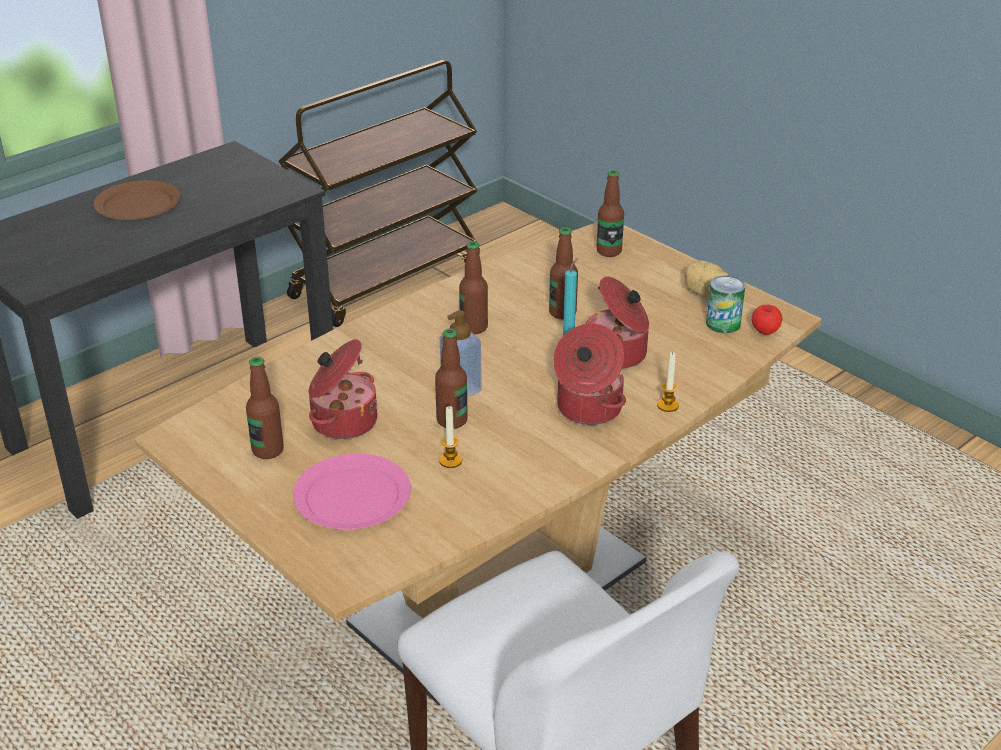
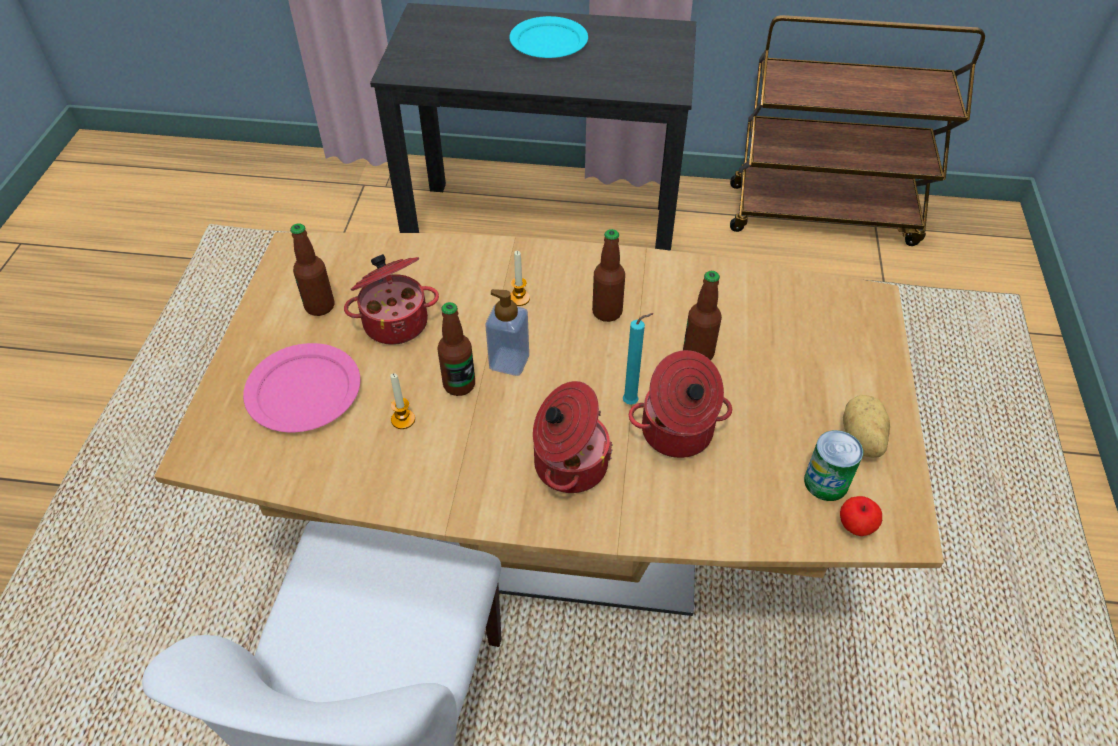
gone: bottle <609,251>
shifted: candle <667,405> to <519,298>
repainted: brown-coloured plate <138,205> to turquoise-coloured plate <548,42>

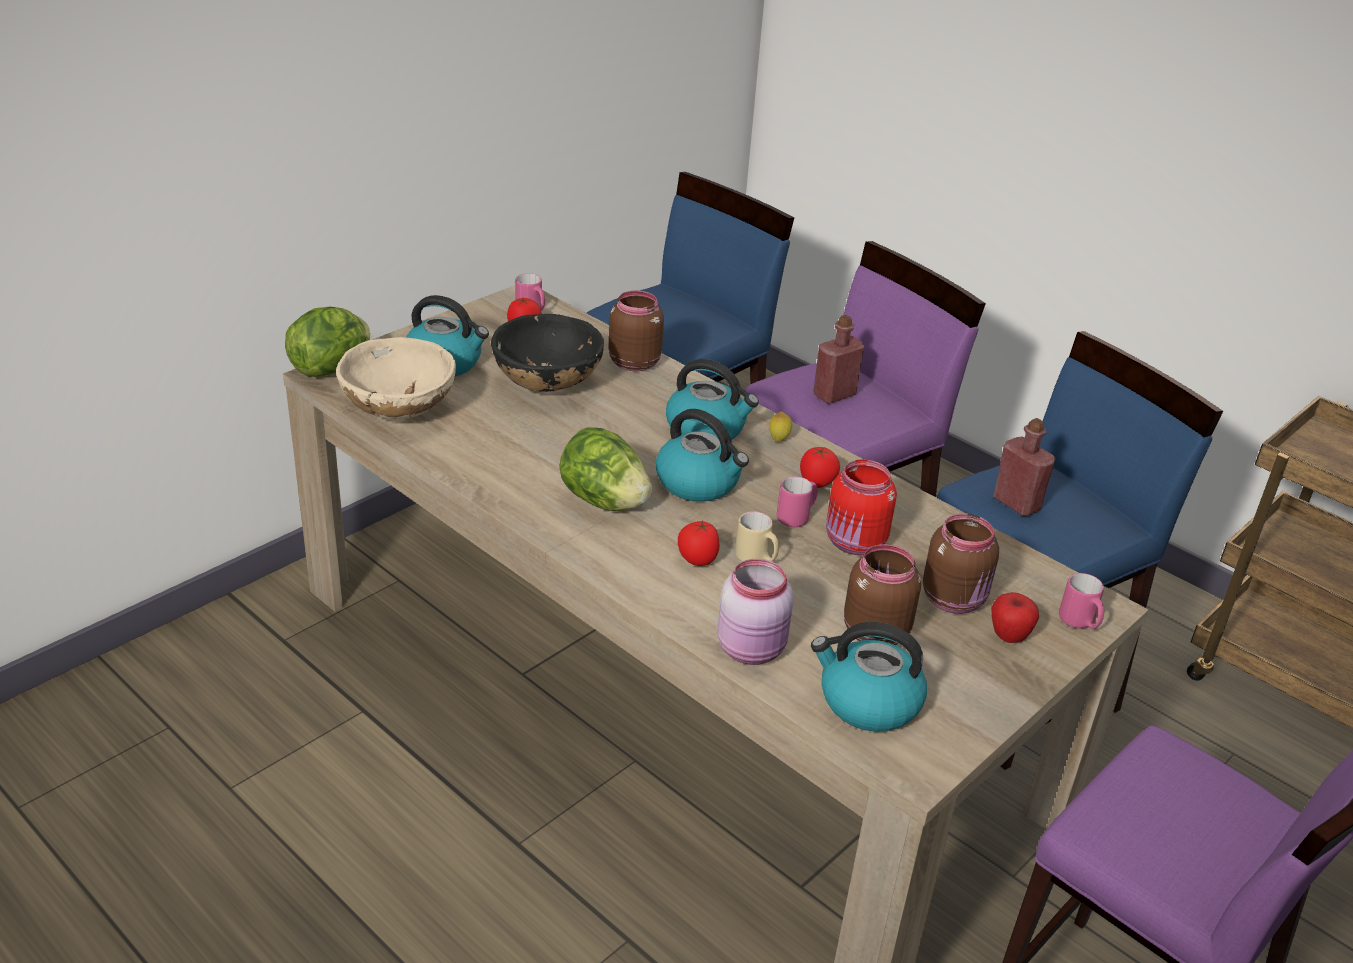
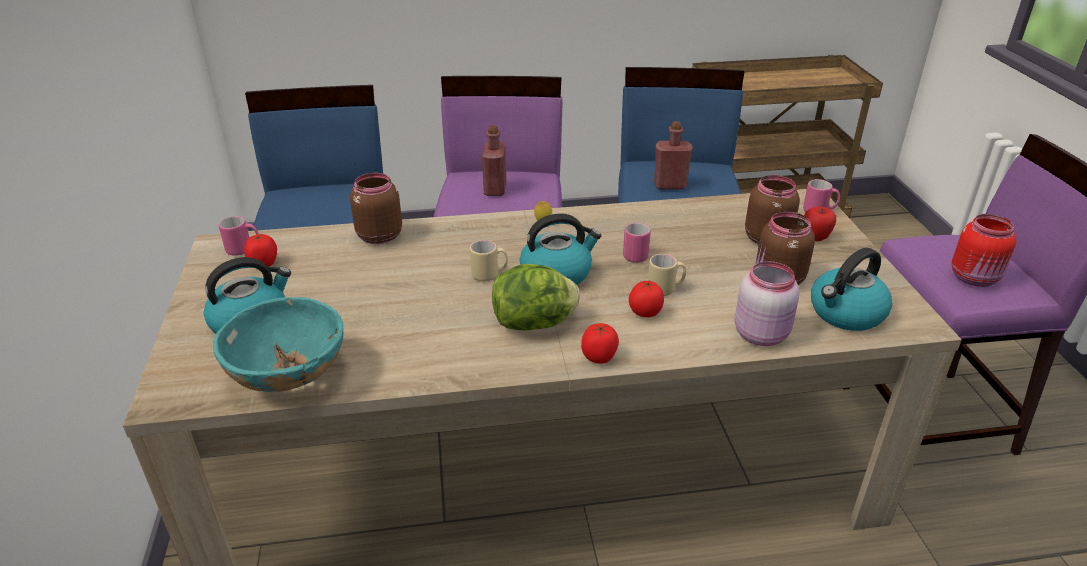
gone: lettuce head <332,369>; blackish deep dish <547,386>; water kettle <707,429>
new: sand-coloured coffee mug <489,275>
shifted: whole tomato <817,483> to <599,357>; red storage jar <855,544> to <975,278>
repainted: sand-coloured deep dish <398,413> to turquoise-coloured deep dish <289,378>

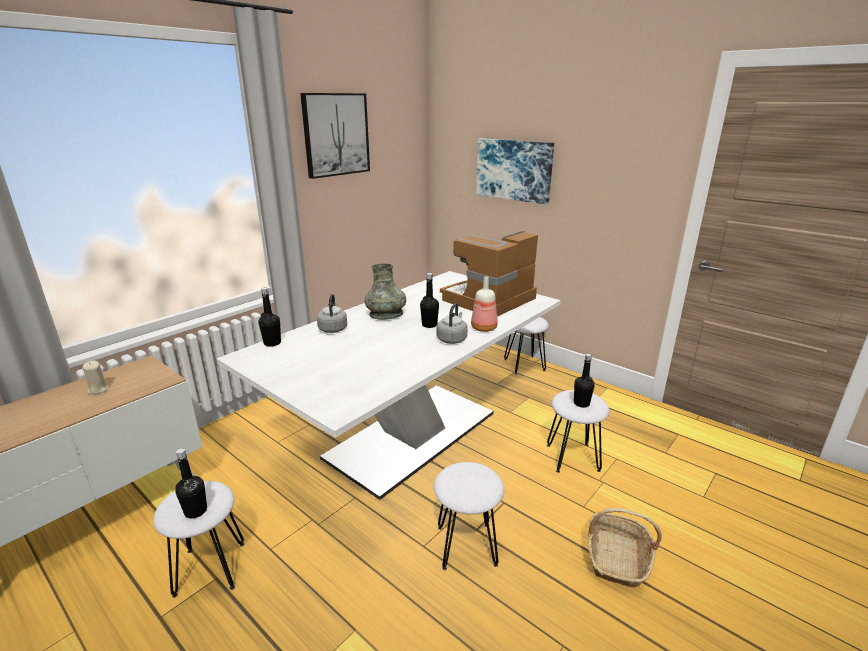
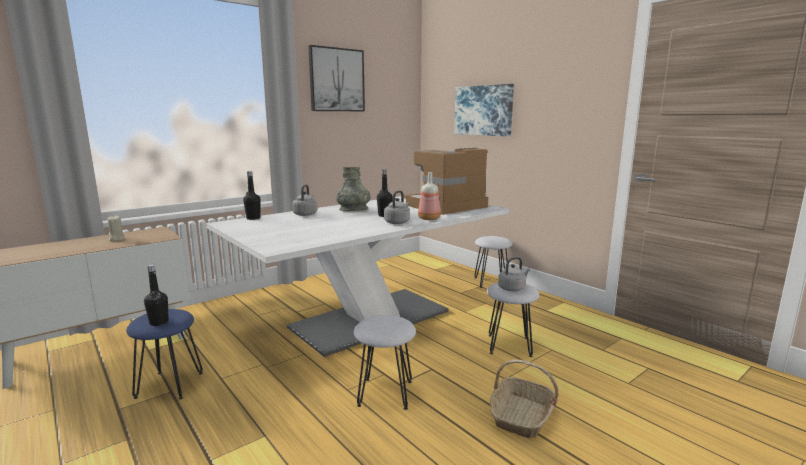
swapped: blackish bottle <581,403> to greyish water kettle <512,288>
repainted: whitish stool seat <209,568> to blue stool seat <169,385>

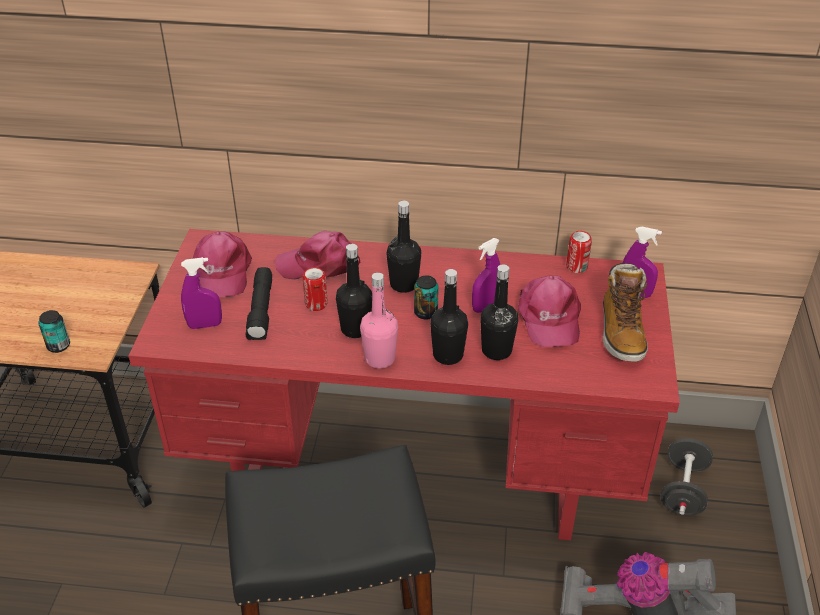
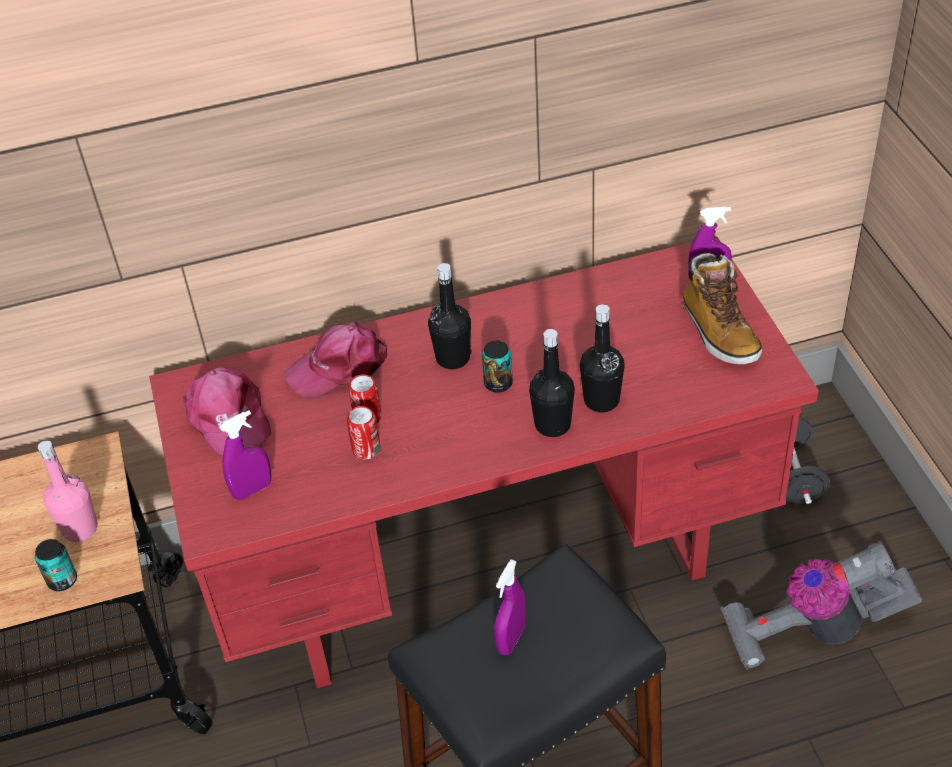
gone: blackish torch <262,311>; blackish bottle <355,329>; pink cap <549,318>
shifted: pink bottle <380,358> to <80,528>; purplish spray bottle <485,306> to <511,639>; metal can <576,267> to <366,449>

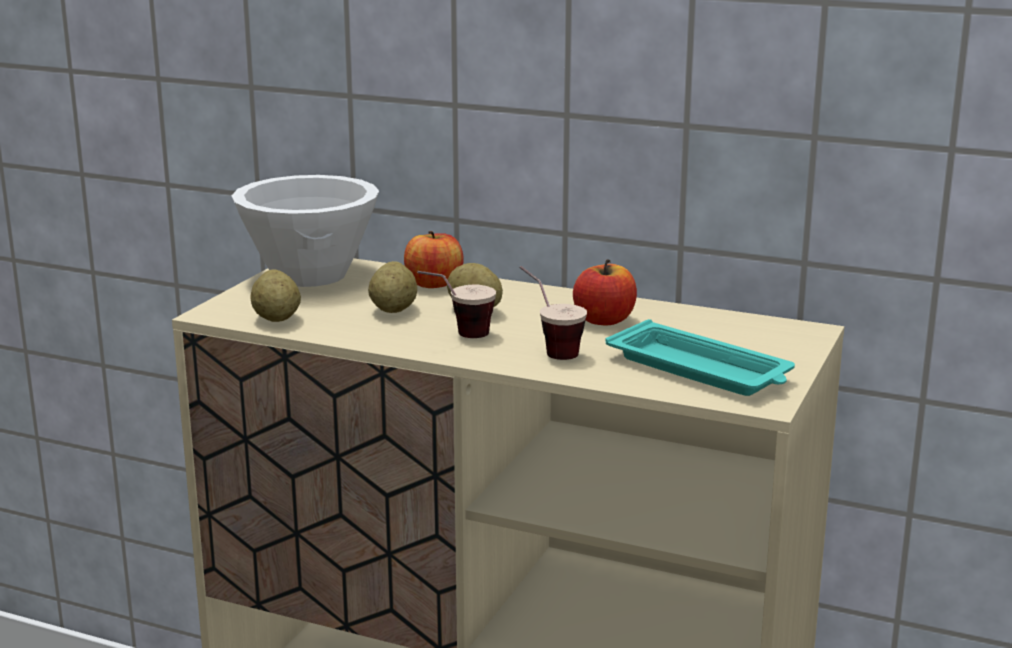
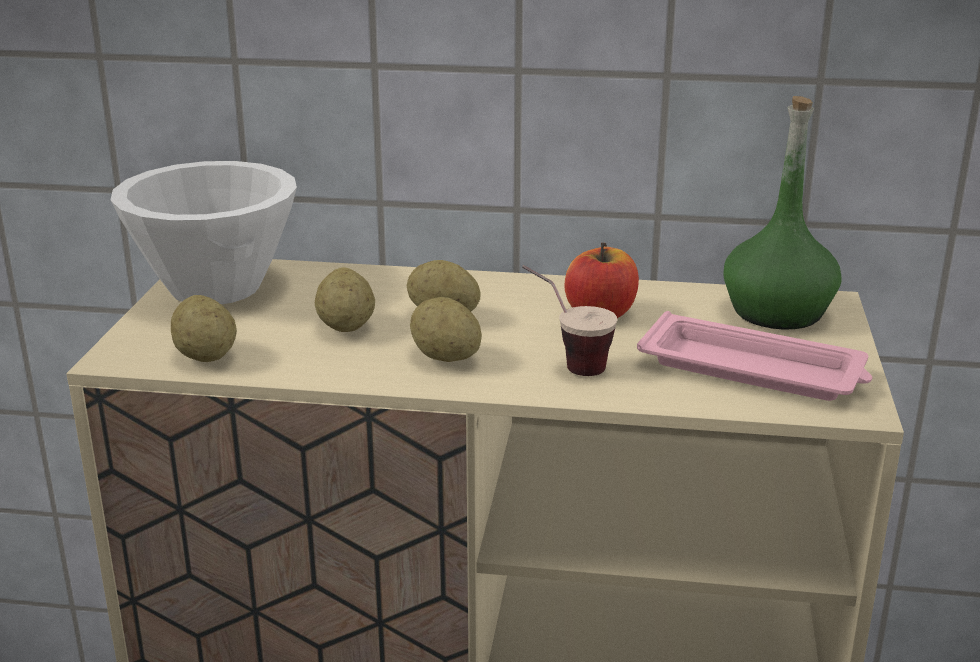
gone: whole apple <433,284>
new: greenish bottle <778,312>
swapped: small cup <456,337> to whole potato <446,357>
repainted: turquoise-coloured serving tray <701,370> to pink serving tray <754,370>

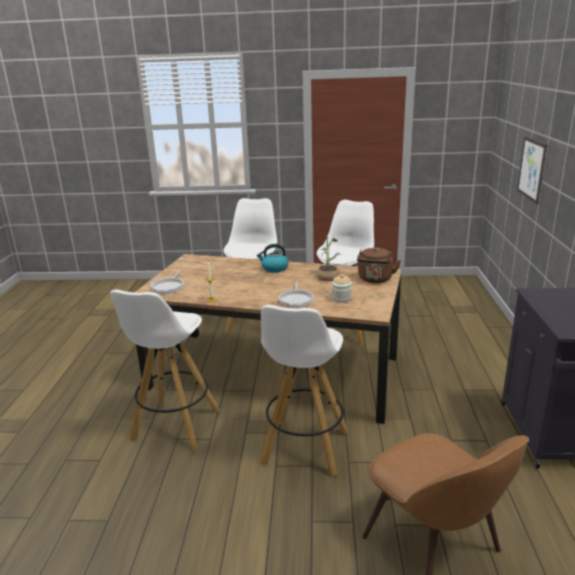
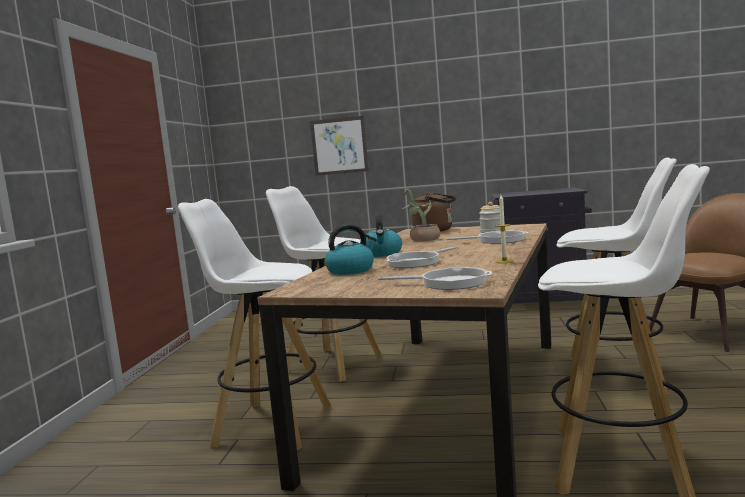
new: water kettle <351,270>; frying pan <416,262>

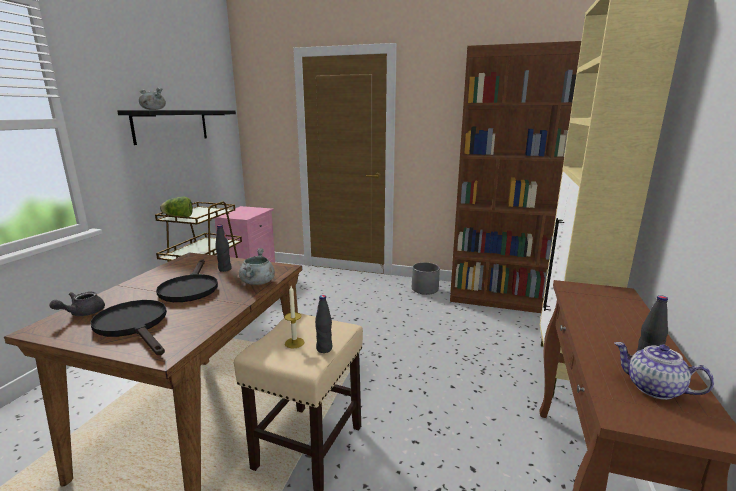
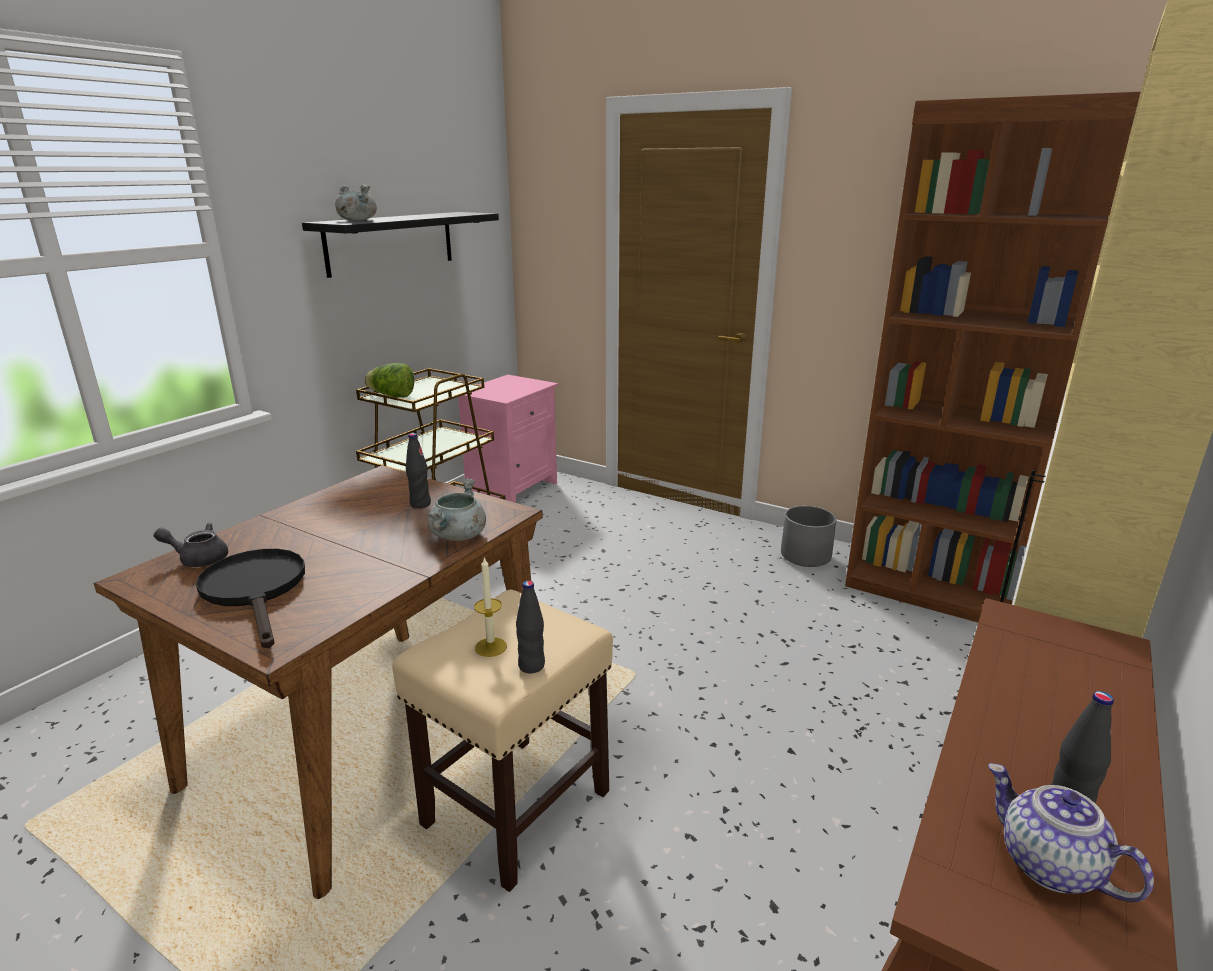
gone: blackish frying pan <190,288>
rotated: greyish teapot <82,313> = <198,558> 45 degrees clockwise

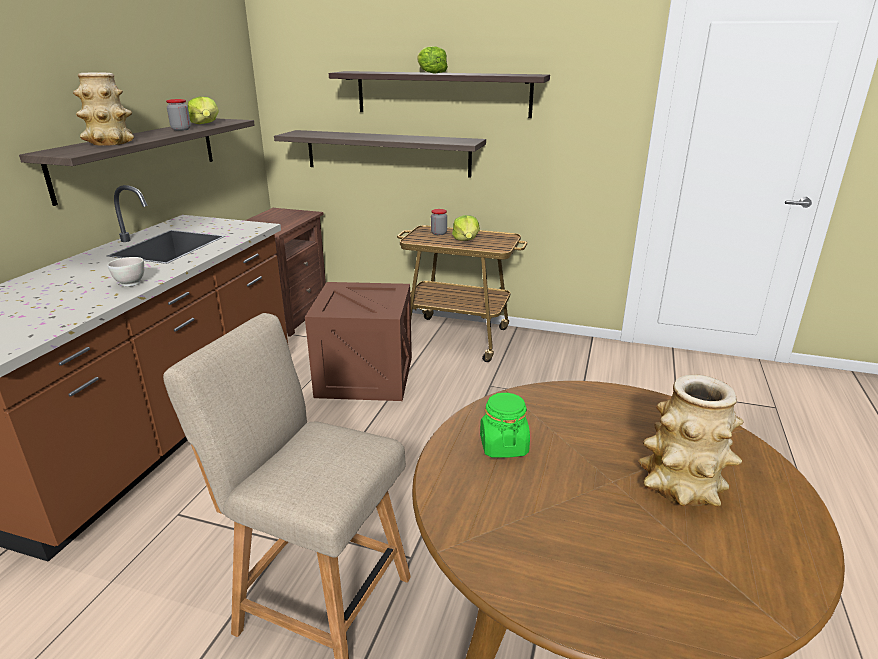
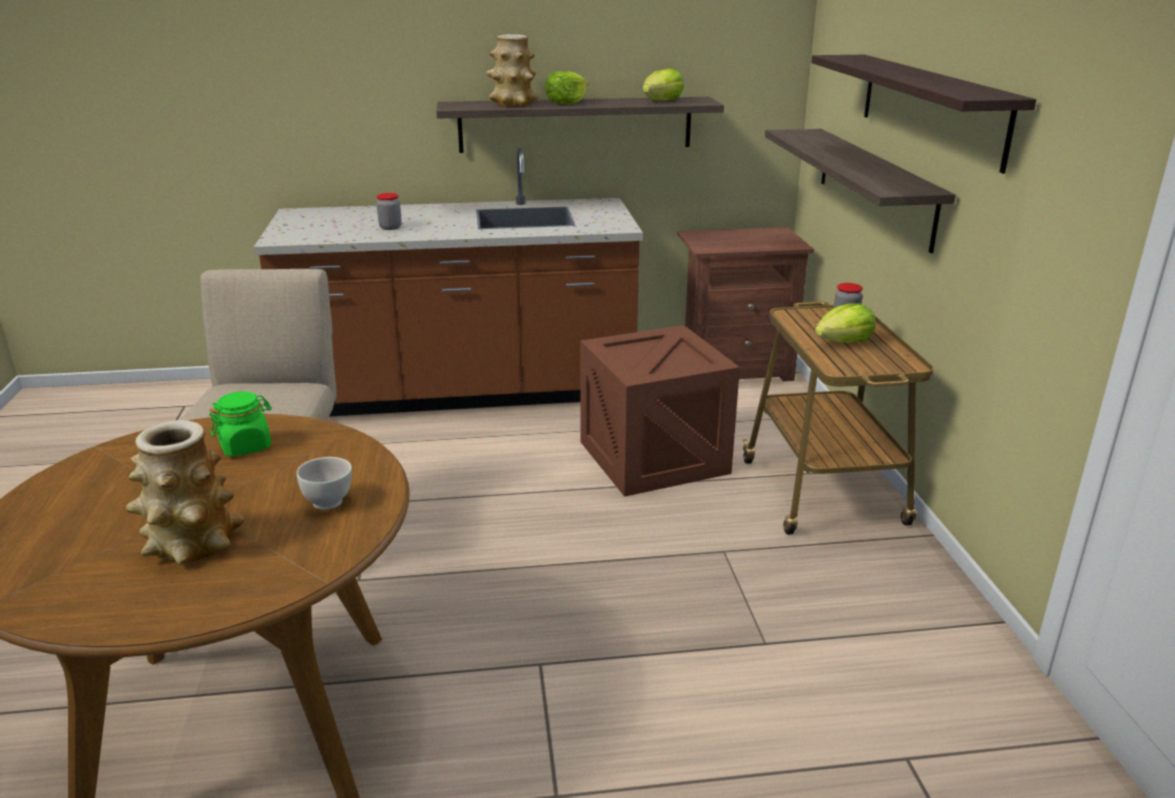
shifted: whitish deep dish <130,283> to <328,502>; storage jar <181,129> to <390,227>; lettuce head <430,73> to <566,102>

